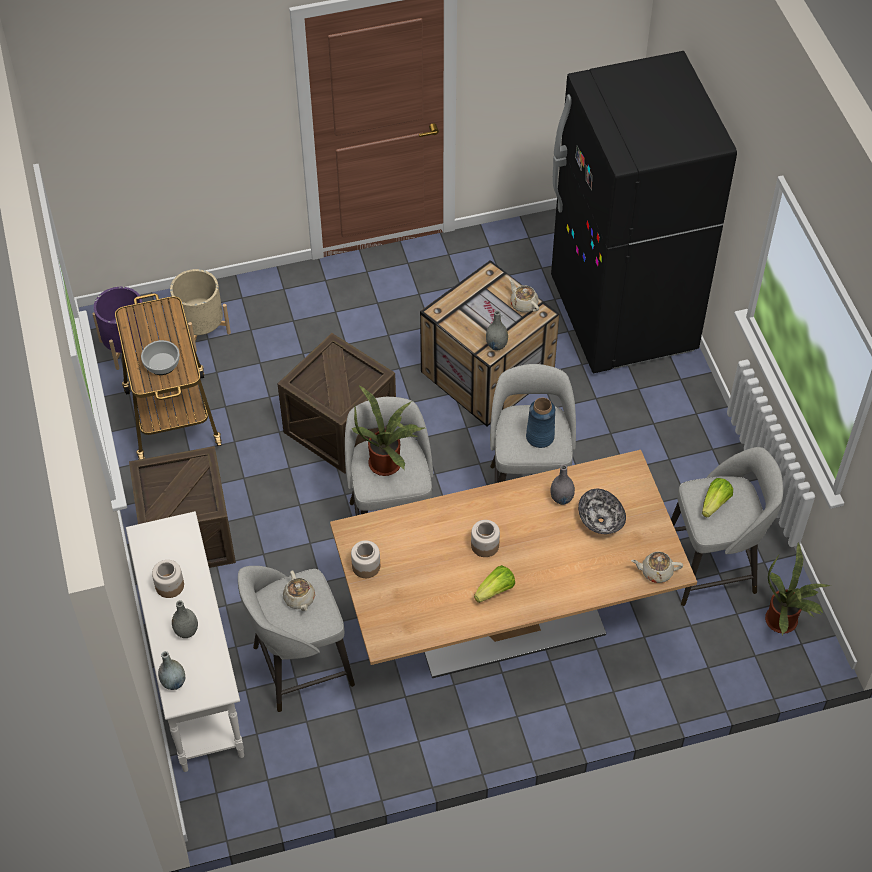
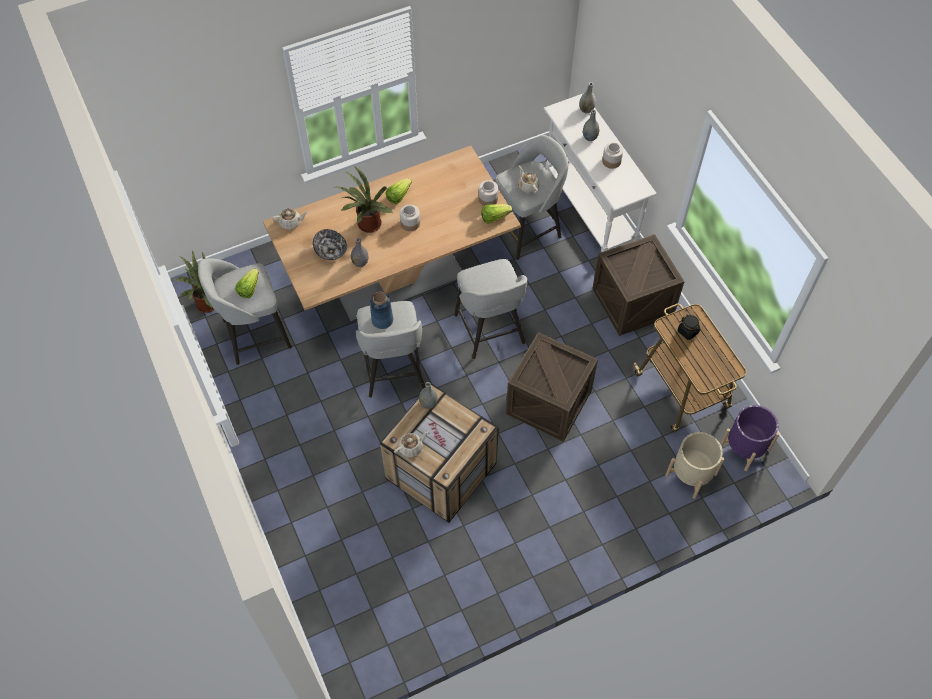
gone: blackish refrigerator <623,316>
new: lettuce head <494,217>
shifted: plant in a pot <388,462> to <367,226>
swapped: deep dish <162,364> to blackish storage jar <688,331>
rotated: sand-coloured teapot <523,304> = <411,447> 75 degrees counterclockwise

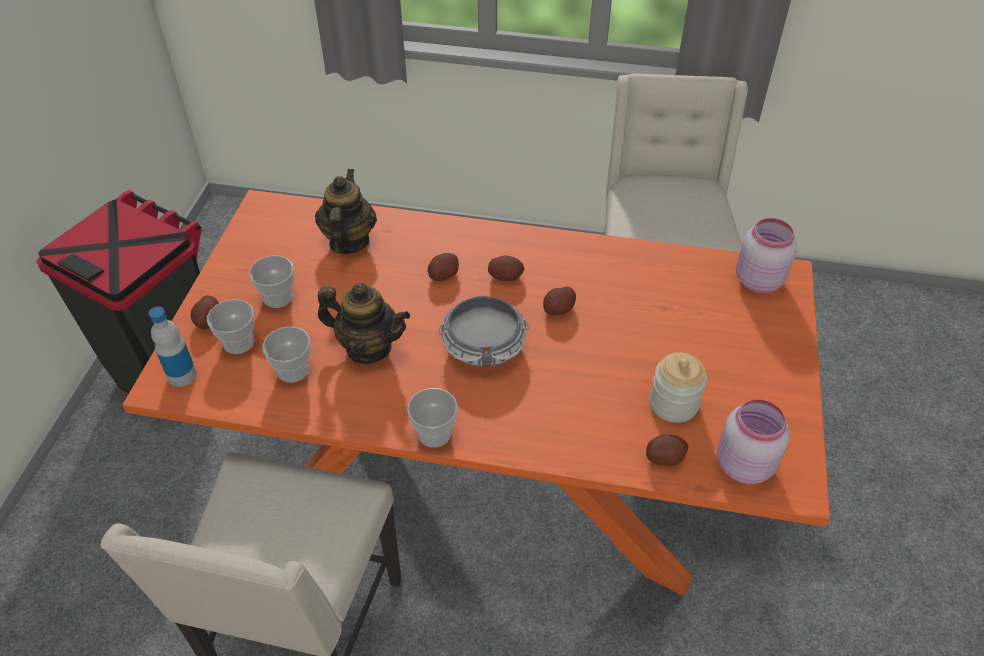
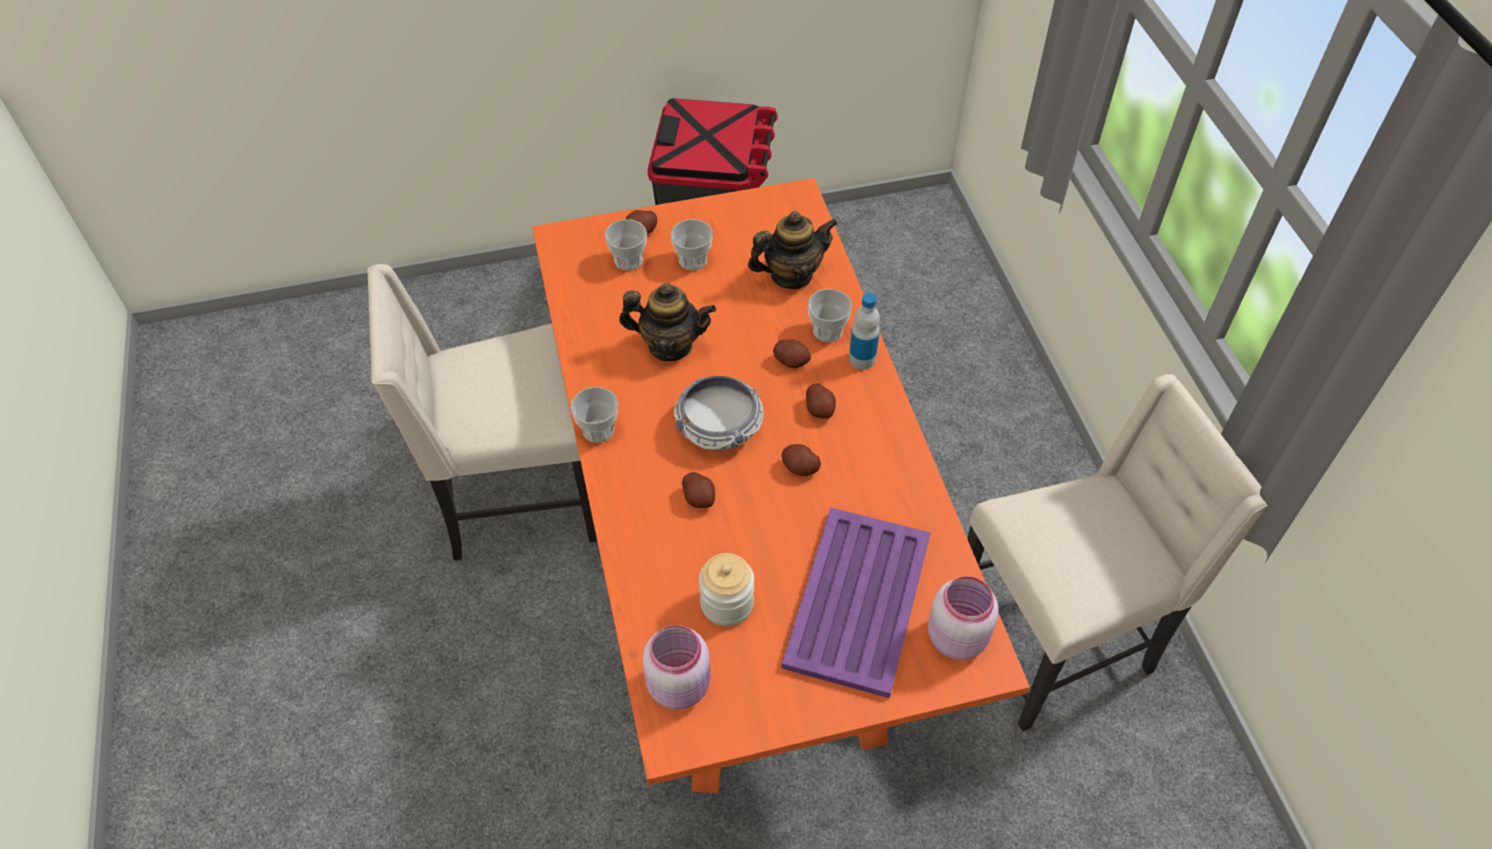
new: purplish serving tray <857,602>
shifted: bottle <182,375> to <862,359>; small cup <293,370> to <827,331>; whole potato <664,457> to <699,498>
rotated: teapot <368,347> = <670,345> 75 degrees counterclockwise

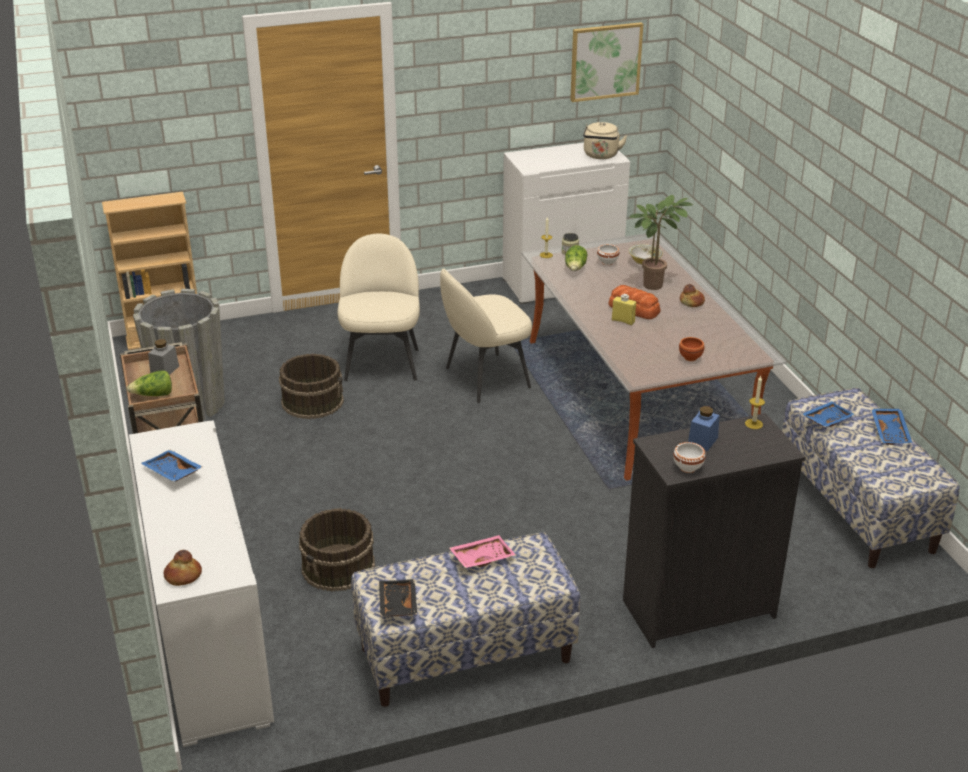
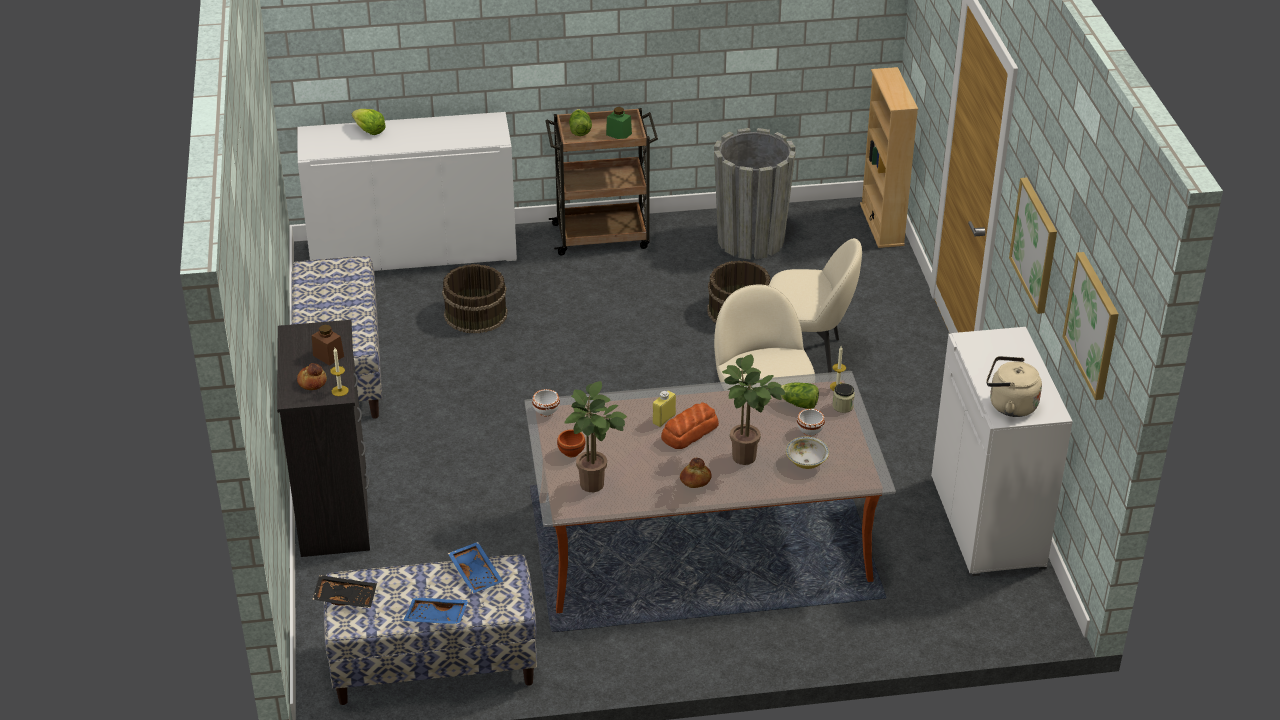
gone: blue serving tray <171,473>; pink serving tray <481,557>
new: lettuce head <369,131>; plant in a pot <594,487>; wall picture <1035,245>
shifted: baked bread <183,576> to <312,382>; blackish serving tray <396,604> to <345,597>; whitish deep dish <687,468> to <545,411>
repainted: greyish storage jar <164,370> to greenish storage jar <619,134>; blue storage jar <702,441> to brown-coloured storage jar <328,356>

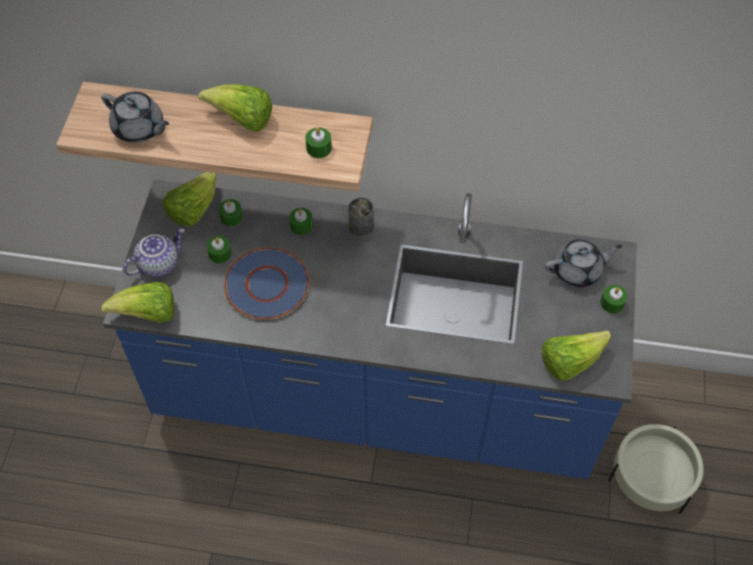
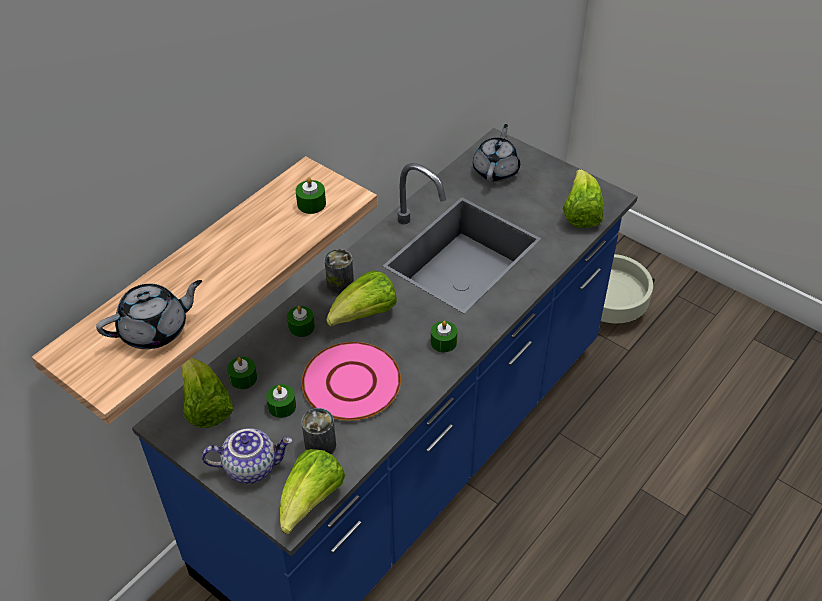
new: metal can <320,445>
shifted: lettuce head <242,120> to <364,315>; greenish candle <612,303> to <443,342>
repainted: blue plate <267,284> to pink plate <351,382>
rotated: teapot <158,264> = <251,466> 90 degrees clockwise

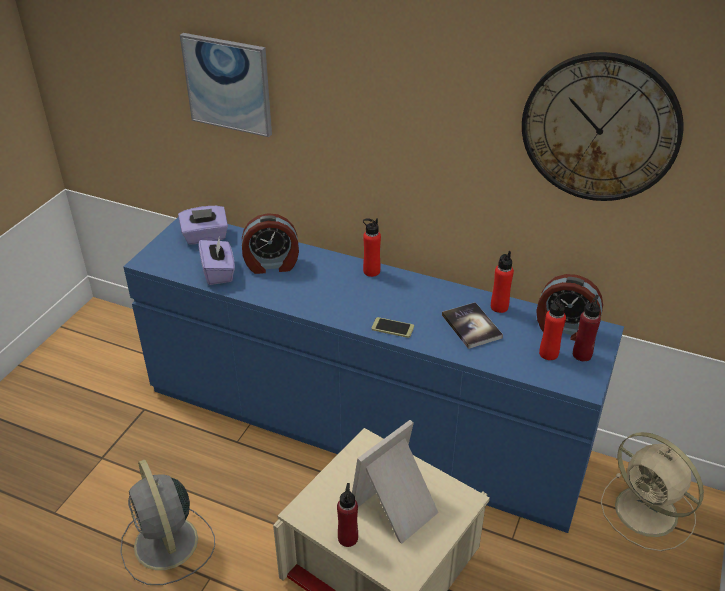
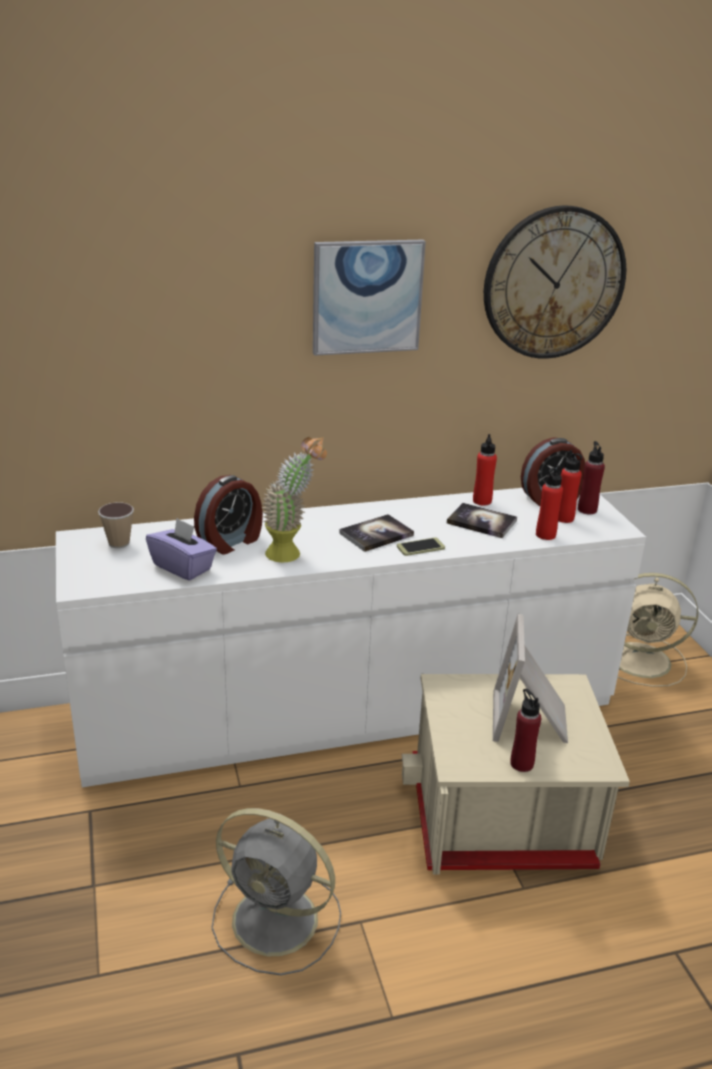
new: plant in a pot <292,553>; volume <376,534>
shifted: wall picture <228,84> to <367,297>; red bottle <371,271> to <545,535>
swapped: purplish tissue holder <205,237> to small cup <119,543>
repainted: blue drawer chest <362,423> to whitish drawer chest <348,707>

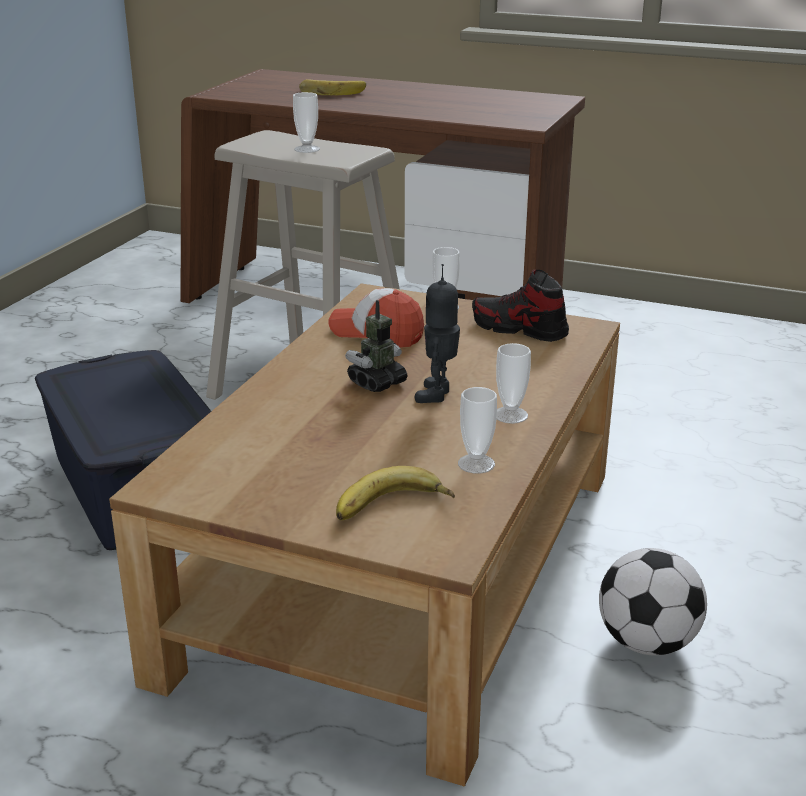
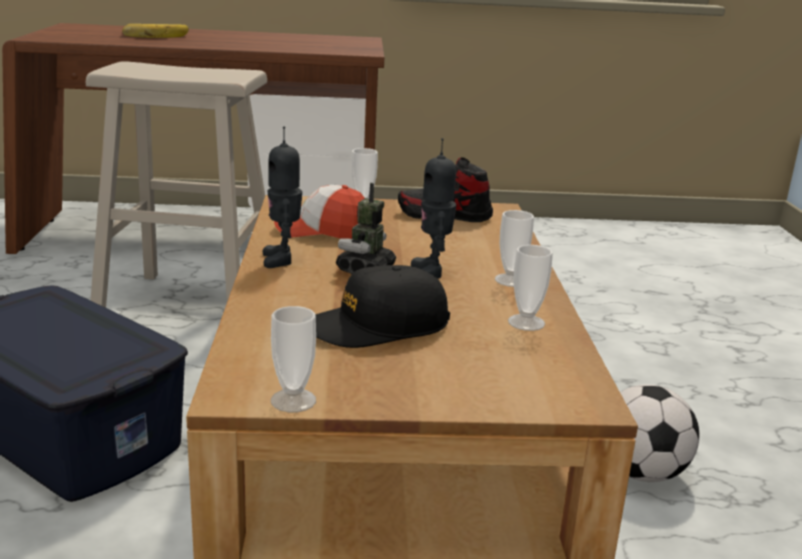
gone: banana <393,508>
new: robot figure <282,259>; blackish cap <377,327>
shifted: small cup <307,149> to <293,400>

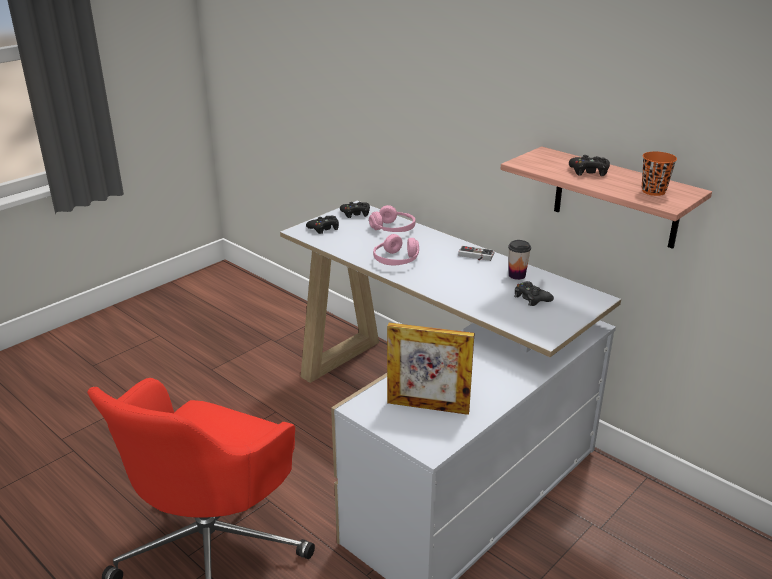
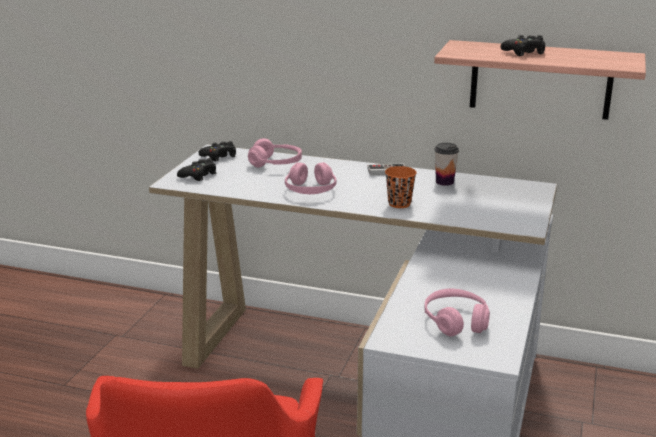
gone: blackish joypad <531,298>
shifted: orange-coloured small cup <653,191> to <399,204>
swapped: picture frame <428,407> to pink headset <456,321>

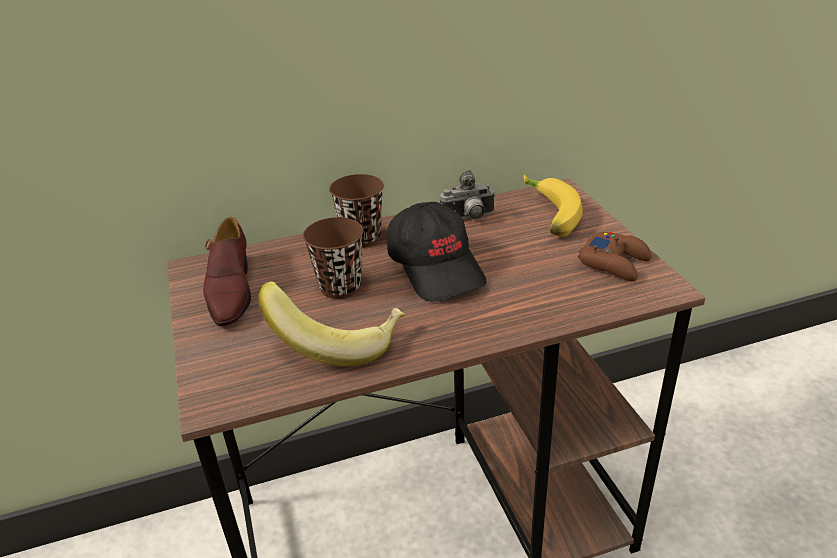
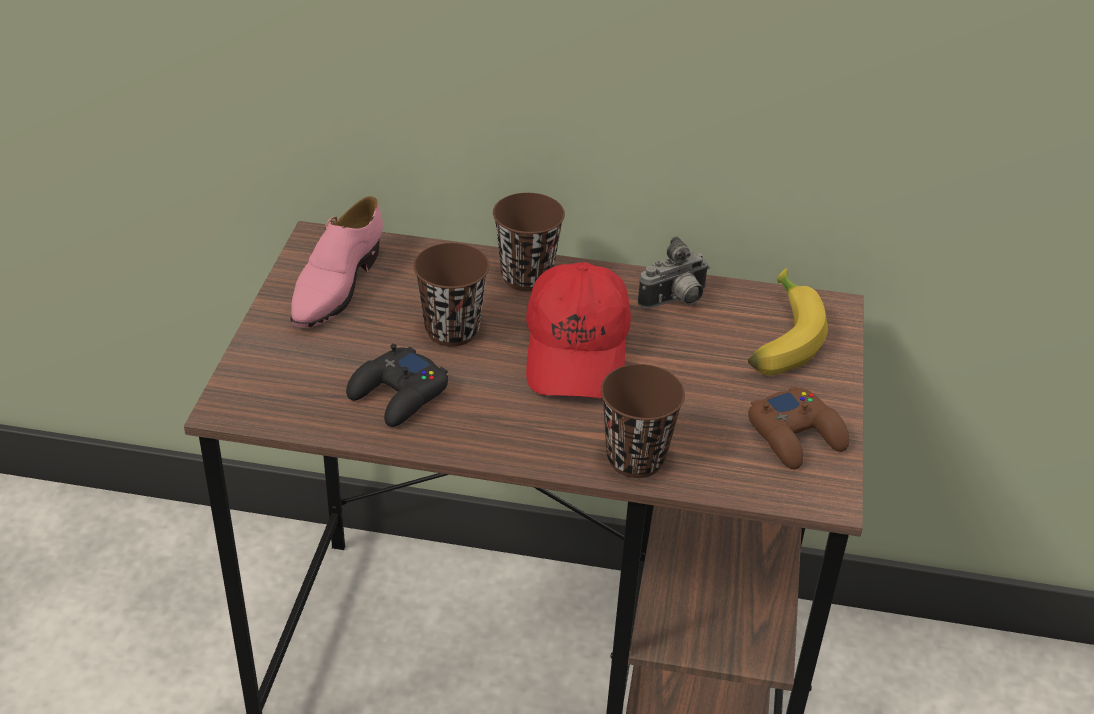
new: brown-coloured small cup <635,458>
swapped: banana <338,342> to blackish joypad <398,395>
repainted: brown-coloured shoe <230,291> to pink shoe <336,286>; blackish cap <437,268> to red cap <578,352>
rotated: photo camera <469,218> = <675,301> 45 degrees counterclockwise

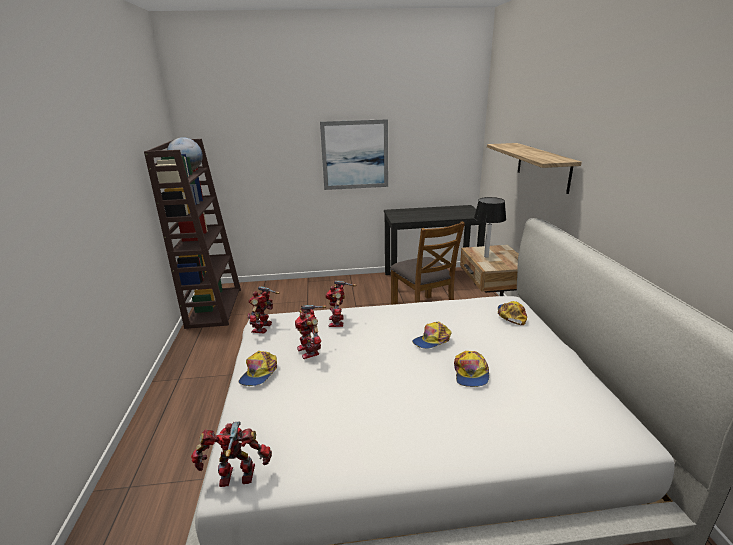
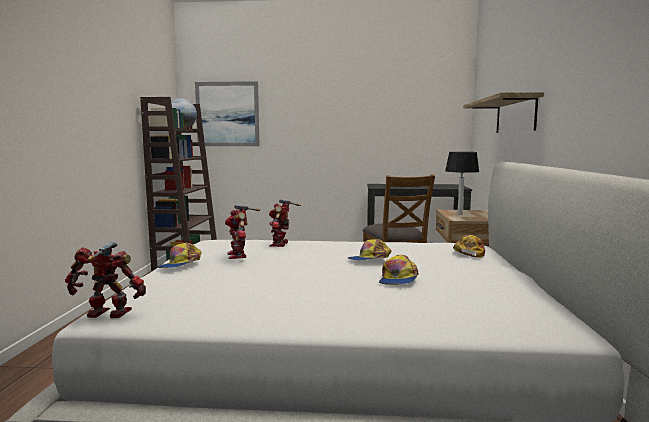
gone: robot figure <263,328>
shifted: wall picture <355,155> to <227,114>

